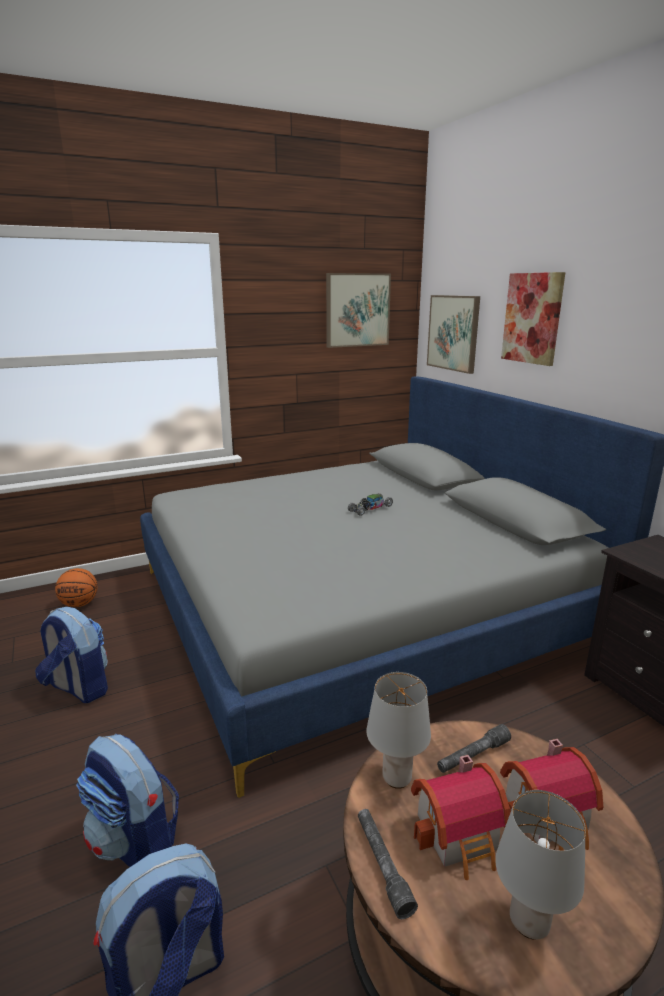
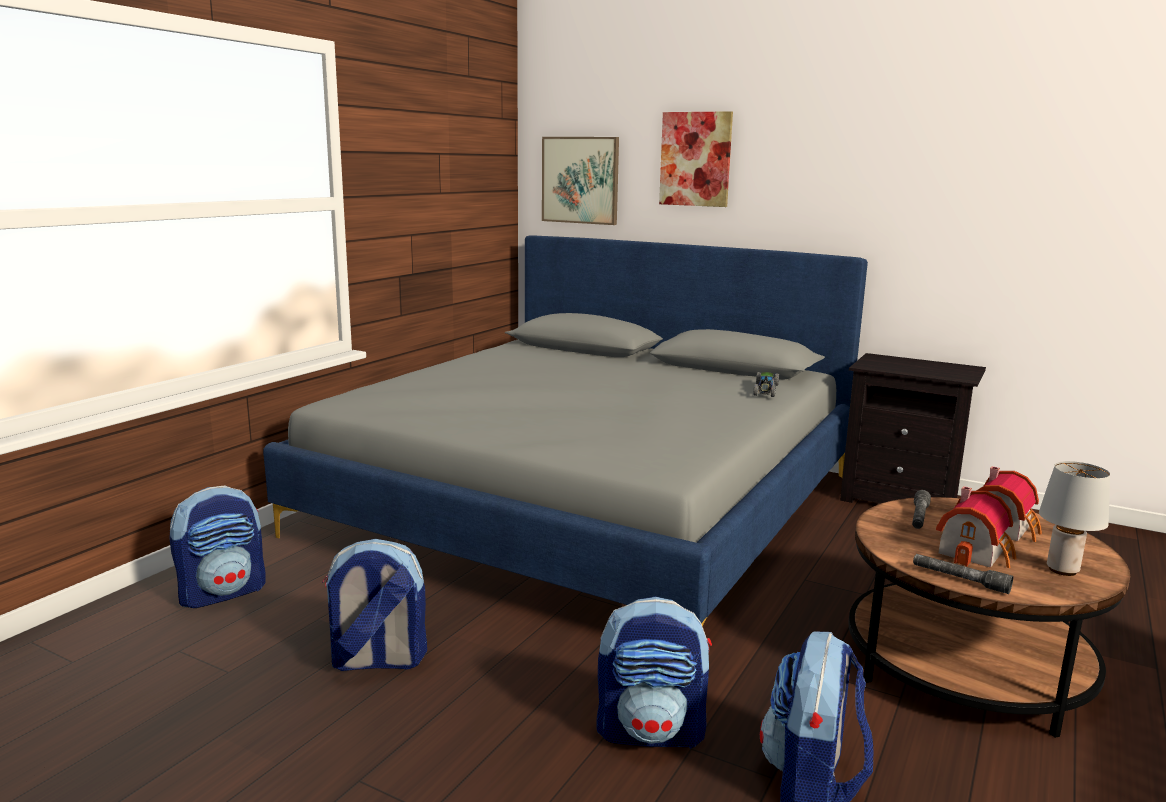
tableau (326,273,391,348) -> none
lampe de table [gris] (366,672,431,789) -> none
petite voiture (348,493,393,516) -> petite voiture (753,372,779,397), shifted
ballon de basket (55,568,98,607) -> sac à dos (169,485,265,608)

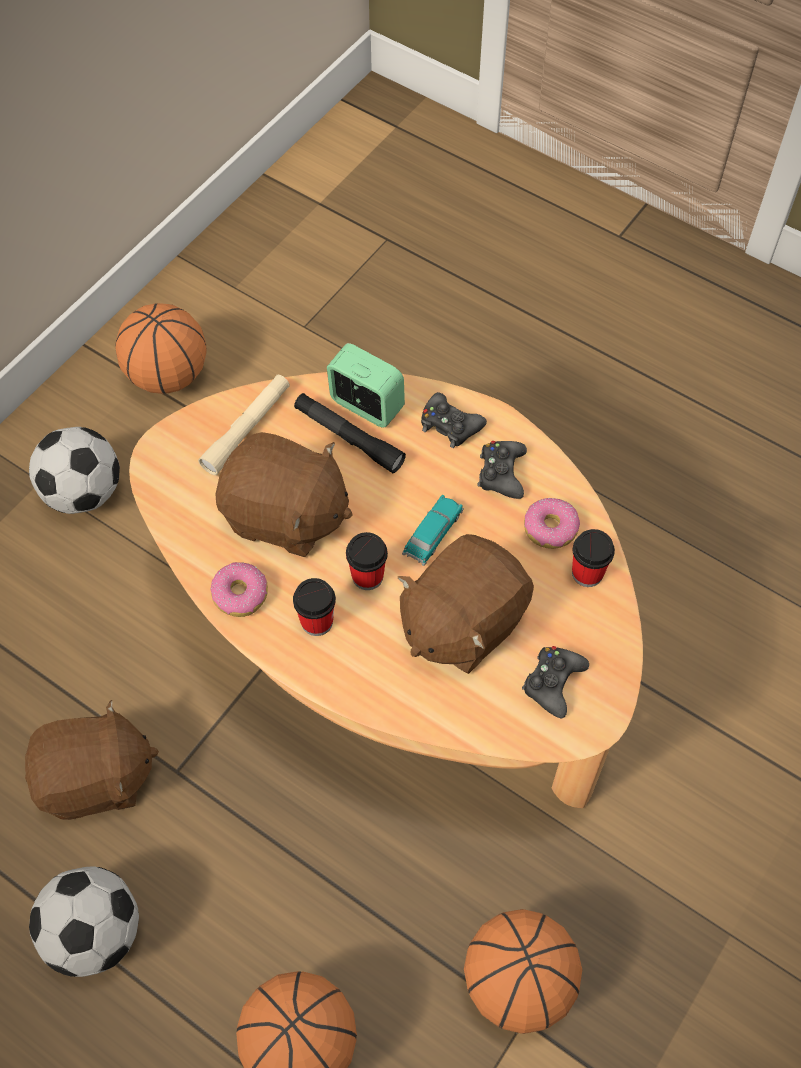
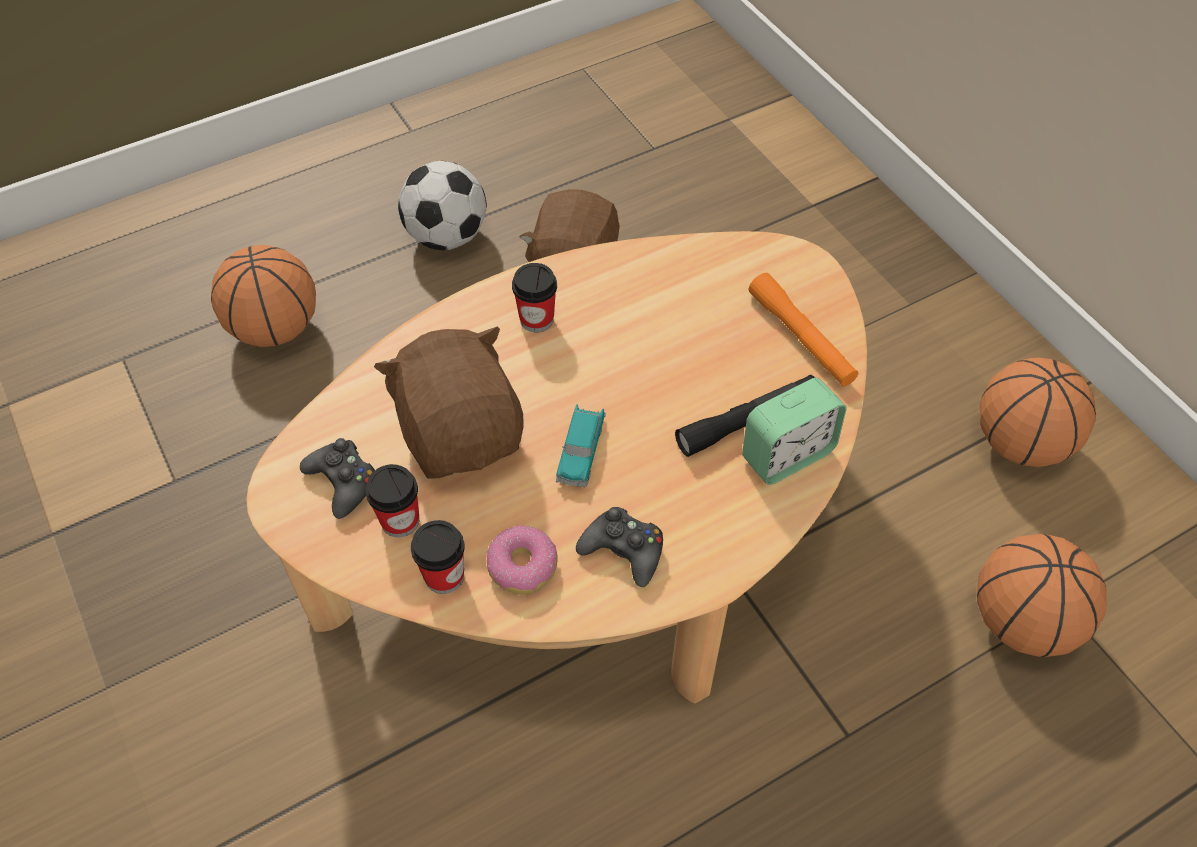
ballon de foot (29,427,120,514) -> none
beignet (211,562,268,617) -> none
peluche [marron] (215,432,353,557) -> none
manette [noir] (421,392,487,448) -> none
tasse (346,532,388,590) -> tasse (366,464,419,537), shifted
ballon de basket (464,909,582,1034) -> ballon de basket (977,534,1107,657), shifted
lampe de poche [beige] (198,375,290,475) -> lampe de poche [orange] (749,273,858,387)
petite voiture (402,495,464,566) -> petite voiture (556,404,606,488), 45 degrees clockwise

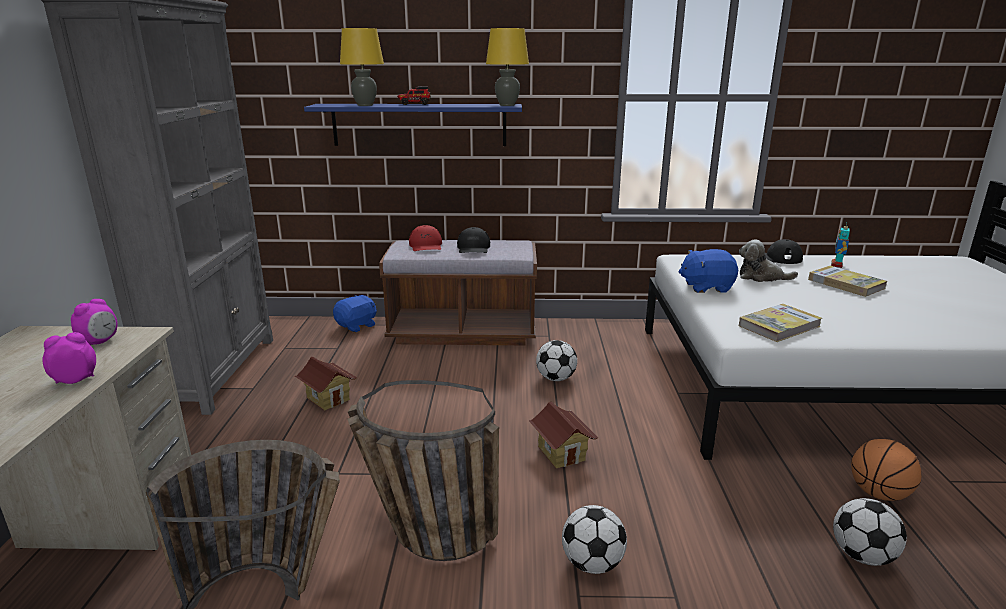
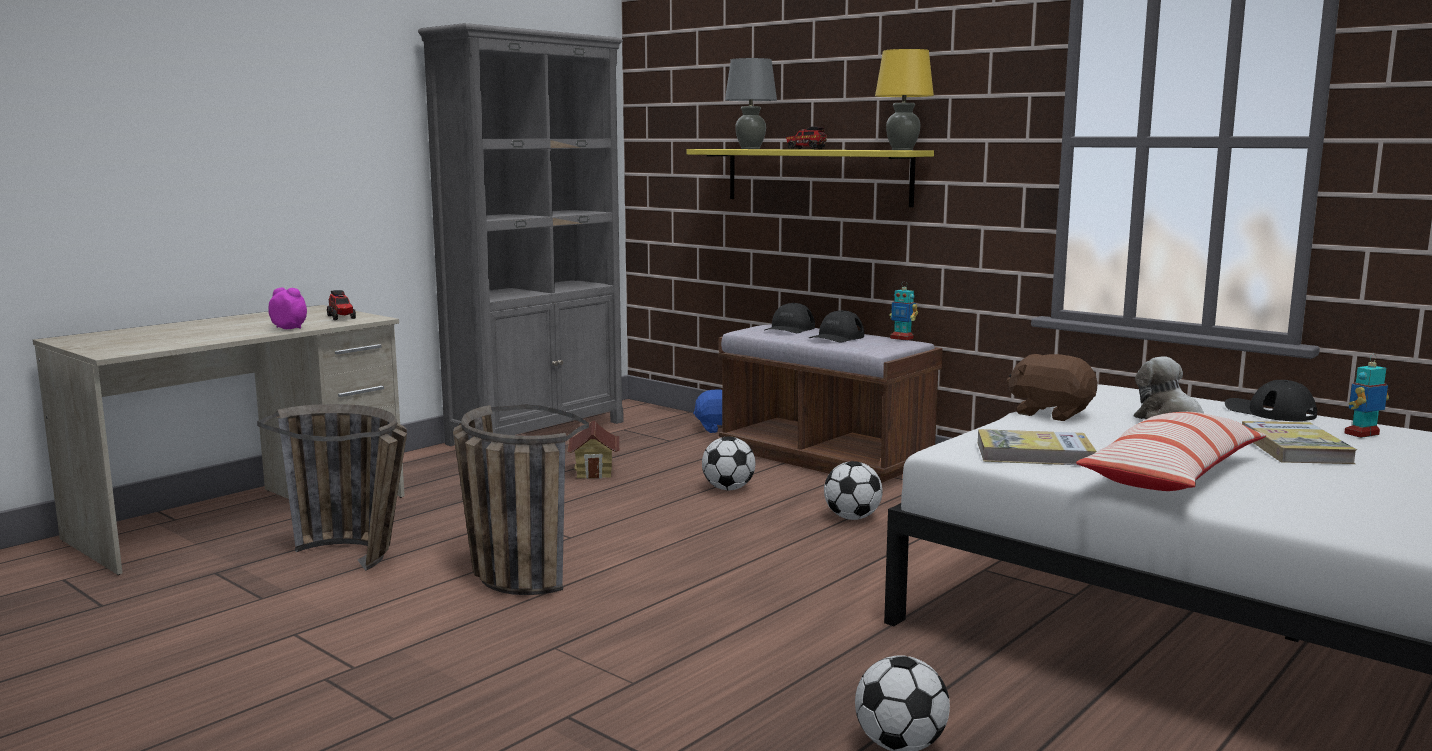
maison miniature (528,402,598,468) -> none
ballon de basket (851,439,921,501) -> none
none -> robot jouet (889,281,918,341)
none -> coussin (1076,412,1266,491)
ballon de foot (562,505,627,574) -> ballon de foot (702,437,756,490), shifted
réveil (71,299,118,345) -> camion jouet (327,290,356,320)
étagère [bleu] (304,104,522,146) -> étagère [jaune] (687,149,934,207)
lampe de table [jaune] (340,28,384,106) -> lampe de table [gris] (725,58,777,149)
casquette [rouge] (409,225,442,251) -> casquette [noir] (765,303,815,333)
peluche [bleu] (678,249,738,293) -> peluche [marron] (1006,354,1098,421)

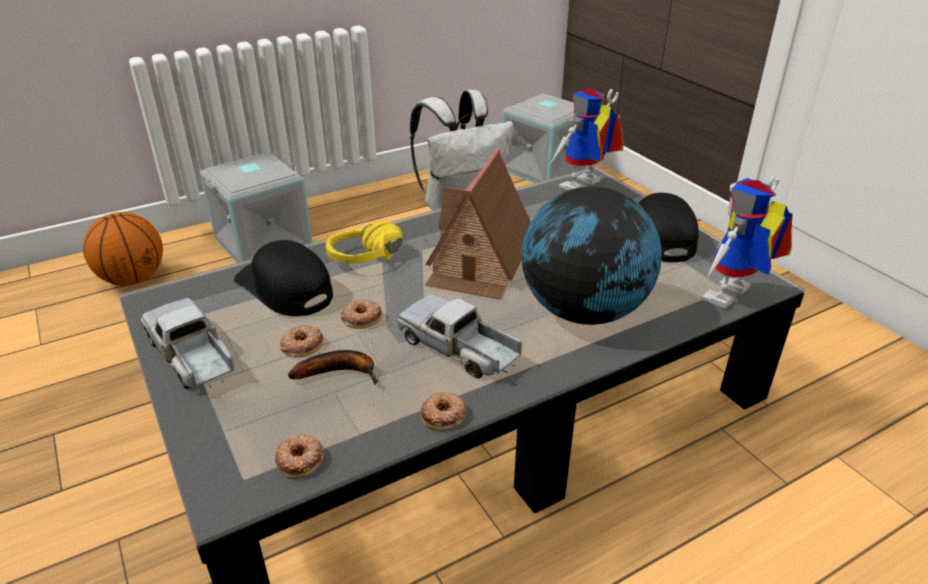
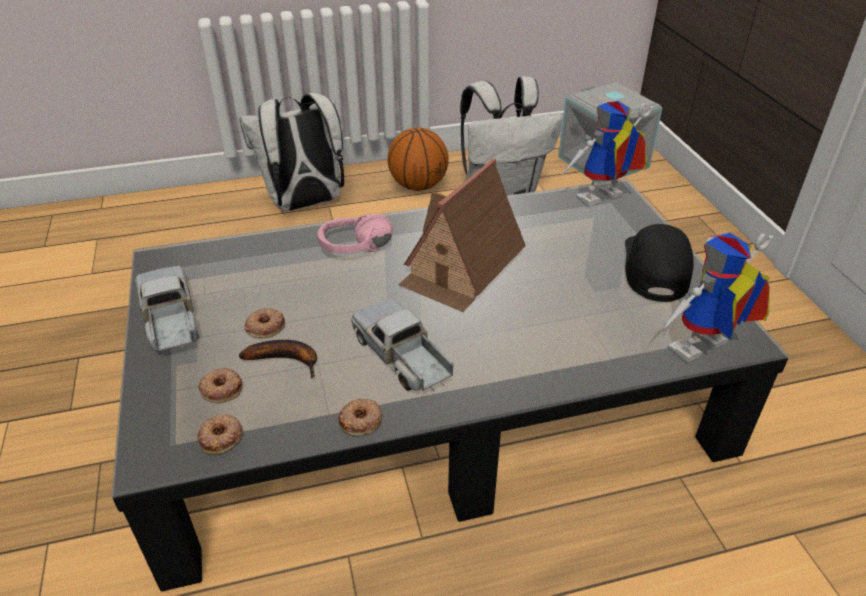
casquette [noir] (234,240,333,316) -> none
globe (522,186,662,325) -> none
ballon de basket (83,212,163,286) -> ballon de basket (387,127,449,191), shifted
beignet (341,299,382,329) -> beignet (198,368,242,403), shifted
boîte de rangement [gris] (200,152,313,263) -> sac à dos [blanc] (239,93,344,211)
casque audio [jaune] (326,221,403,264) -> casque audio [rose] (317,214,393,253)

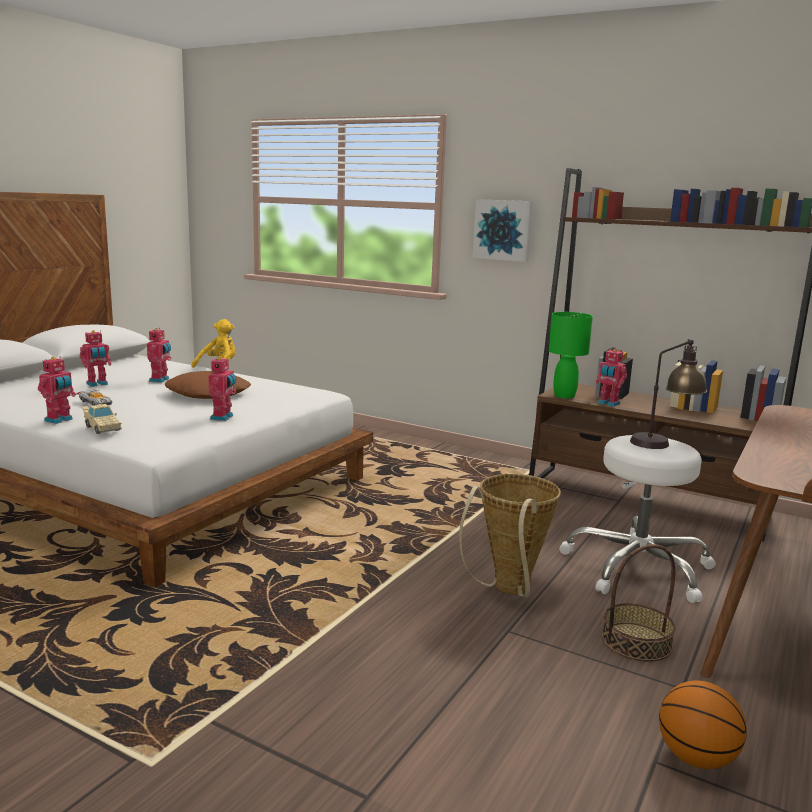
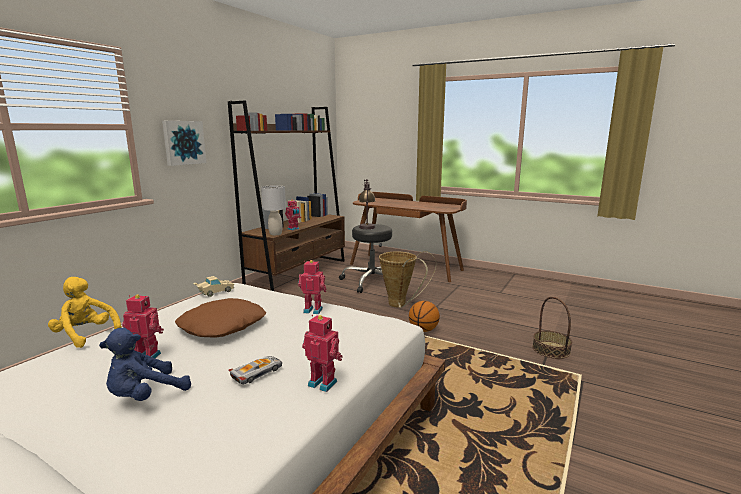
petite voiture [beige] (82,404,122,434) -> petite voiture [beige] (193,276,234,297), shifted
panier (602,544,675,662) -> panier (532,297,572,359), shifted
ballon de basket (659,680,747,769) -> ballon de basket (409,301,440,332), shifted
robot jouet (80,330,111,387) -> peluche [bleu] (99,328,191,401)
lampe de table [vert] (549,312,593,398) -> lampe de table [gris] (261,185,286,235)
tabouret [blanc] (559,435,716,603) -> tabouret [noir] (339,224,392,293)

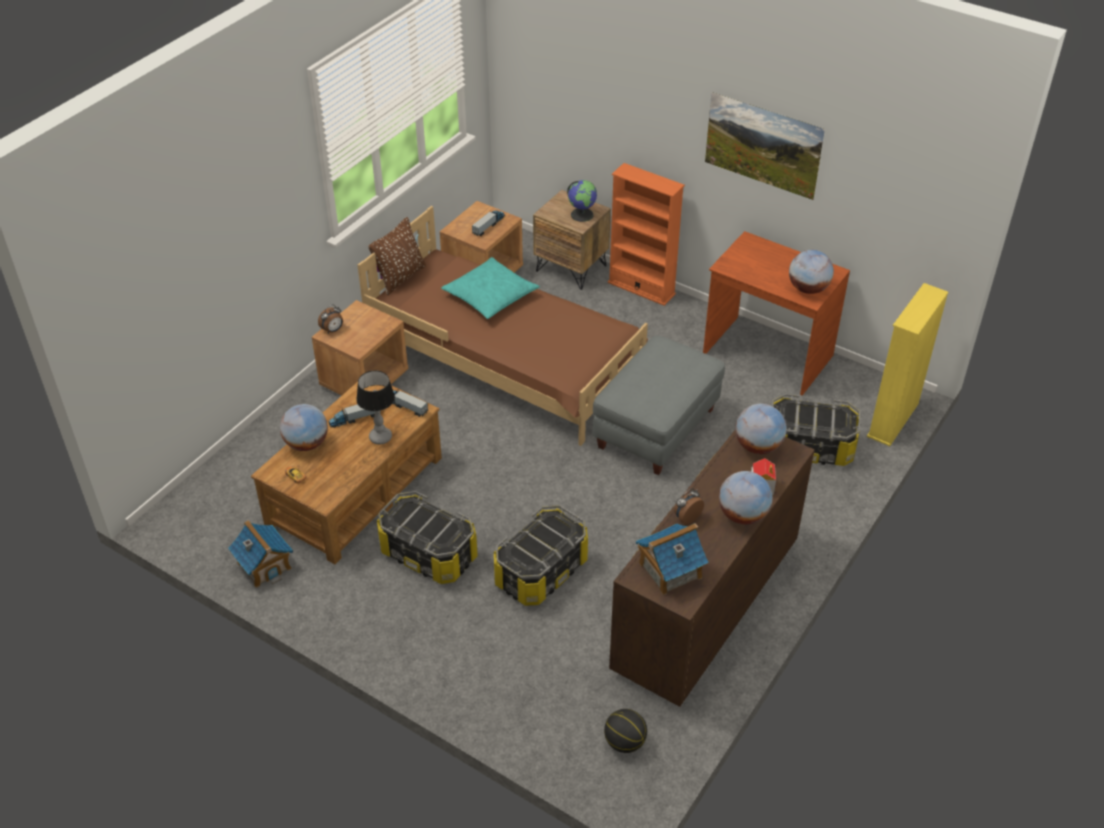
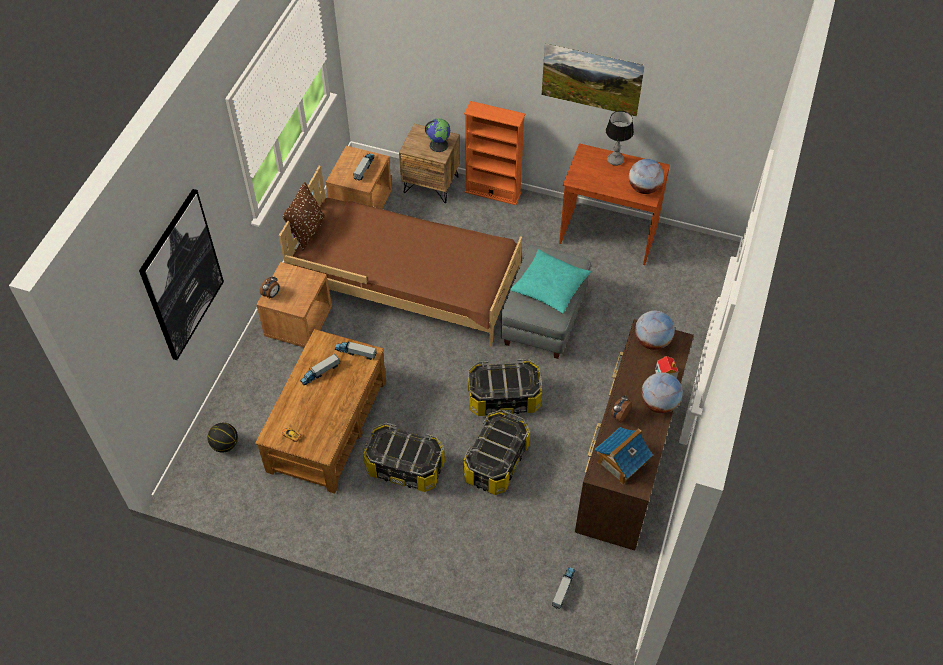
maison miniature (228,520,293,588) -> none
globe (280,404,328,451) -> none
bibliothèque [jaune] (867,283,948,446) -> none
none -> tableau (139,189,224,360)
none -> camion jouet (552,567,575,609)
lampe de table (356,370,395,445) -> lampe de table (606,111,634,166), shifted
coussin [turquoise] (441,257,540,319) -> coussin [turquoise] (510,249,591,314), shifted
ballon de basket (604,709,647,753) -> ballon de basket (208,423,238,452), shifted
boîte de rangement (772,394,860,466) -> boîte de rangement (468,359,542,416), shifted

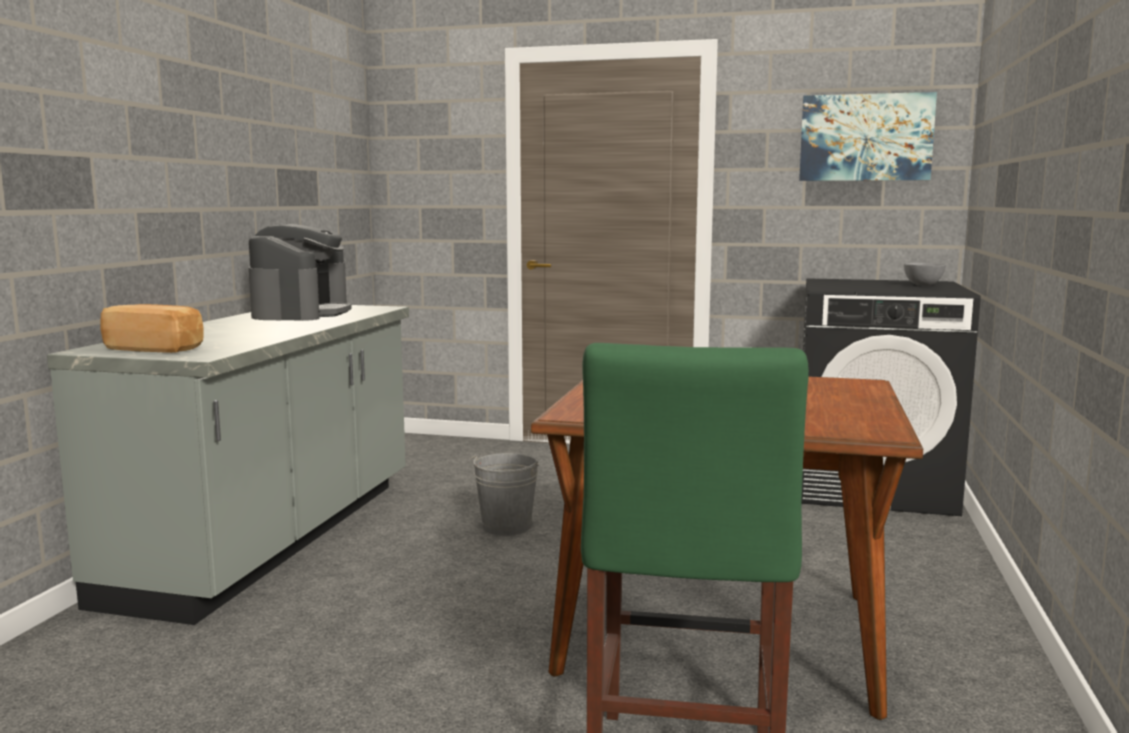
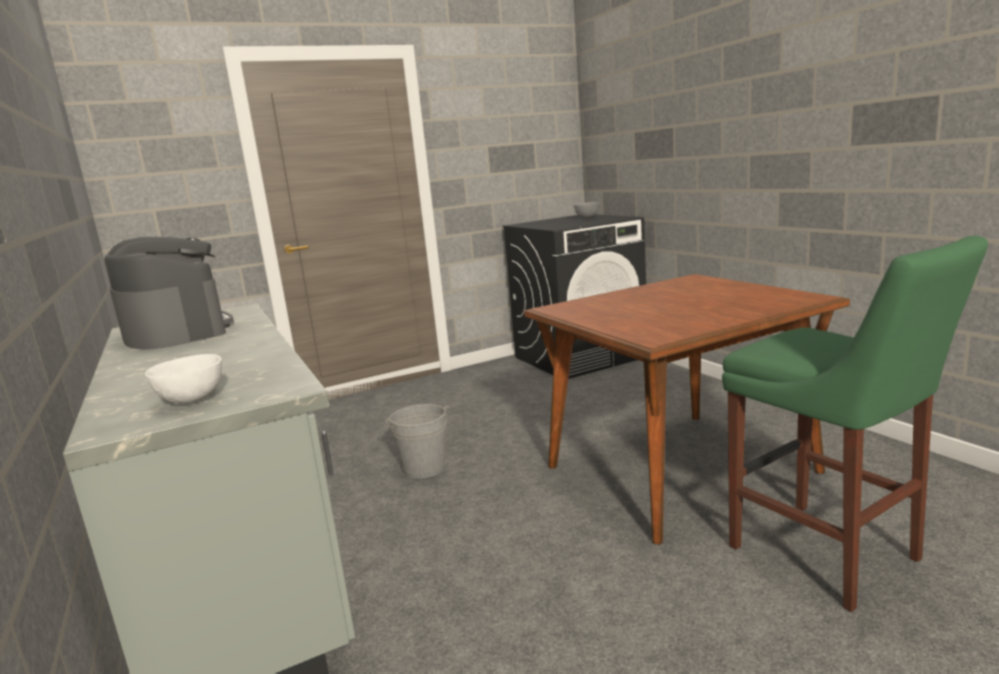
tableau (799,92,937,181) -> none
pain (100,304,204,353) -> bol [blanc] (145,354,222,404)

